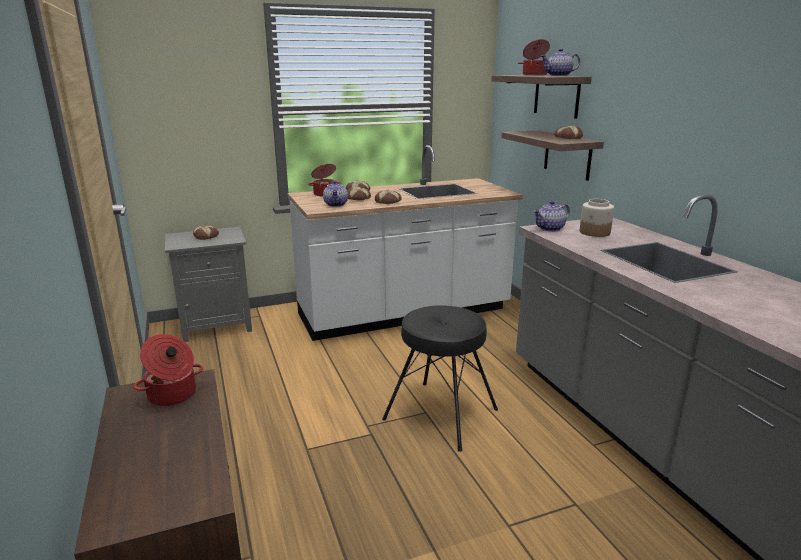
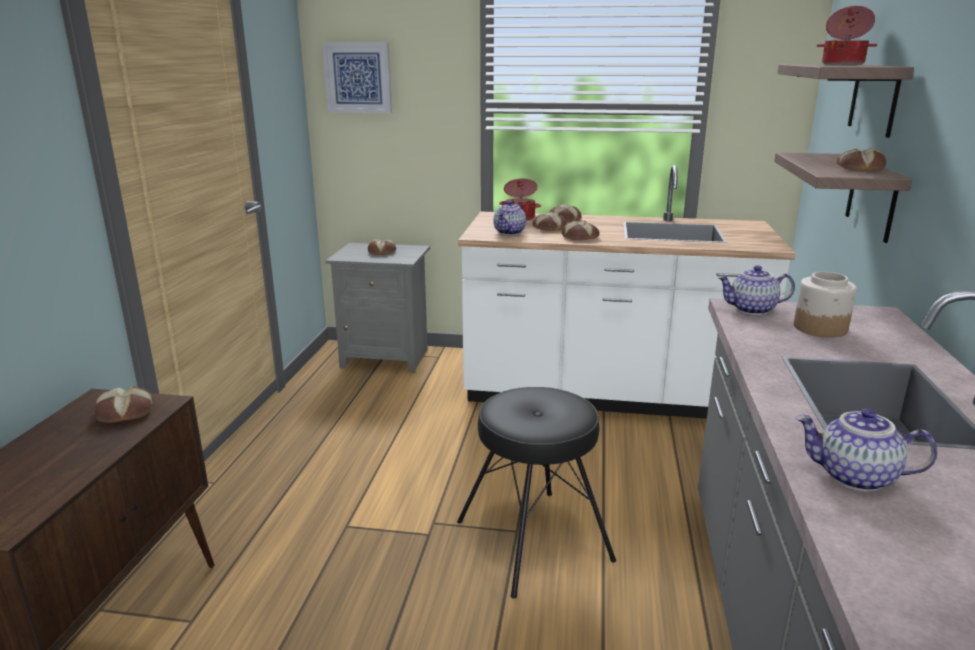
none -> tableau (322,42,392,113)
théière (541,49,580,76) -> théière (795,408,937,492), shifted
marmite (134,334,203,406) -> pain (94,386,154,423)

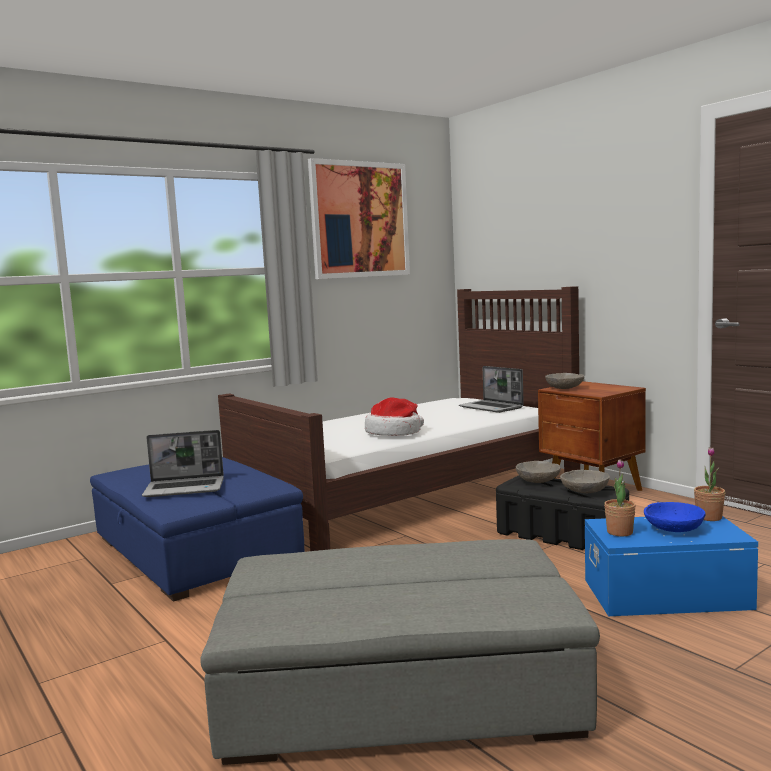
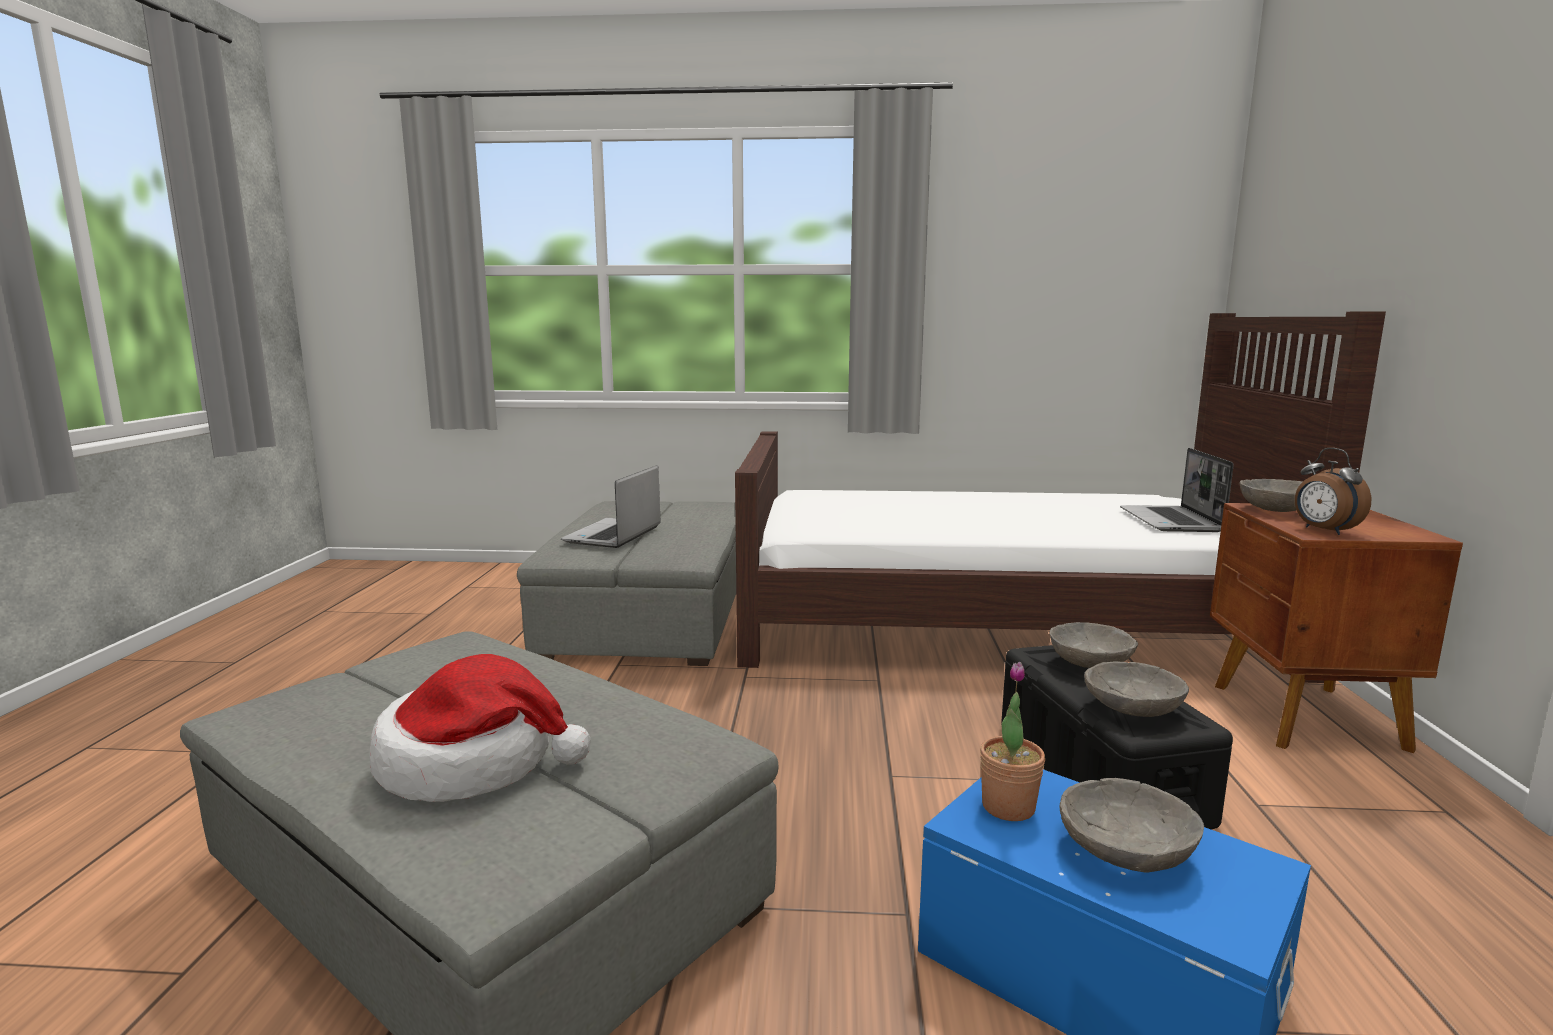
tableau (308,158,410,279) -> none
plante en pot (694,447,725,521) -> none
none -> réveil (1295,448,1371,535)
chapeau (365,397,424,436) -> chapeau (370,654,591,802), shifted
pouf [bleu] (90,457,304,602) -> pouf [gris] (517,501,736,666)
bol [bleu] (644,502,706,532) -> bol [gris] (1060,778,1204,873)
ordinateur portable (142,430,224,497) -> ordinateur portable (561,465,661,548), 75 degrees clockwise

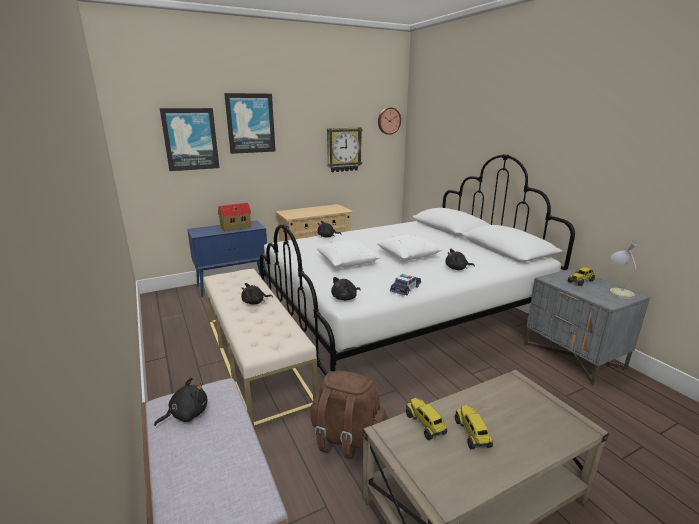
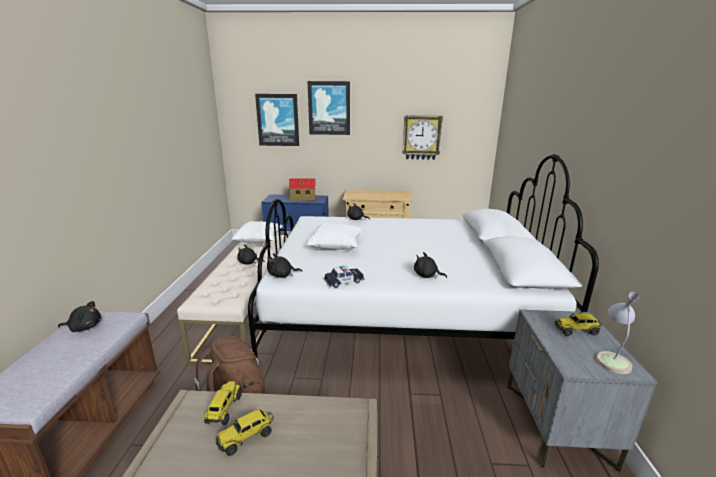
horloge murale (378,108,401,135) -> none
coussin [blanc] (376,234,444,260) -> coussin [blanc] (232,221,283,243), shifted
camion jouet (455,405,493,449) -> camion jouet (216,409,274,456), 150 degrees counterclockwise

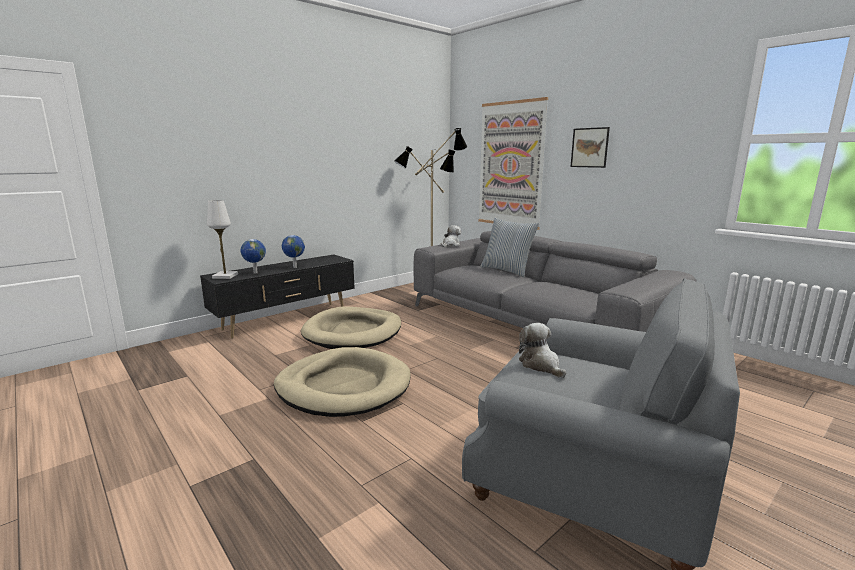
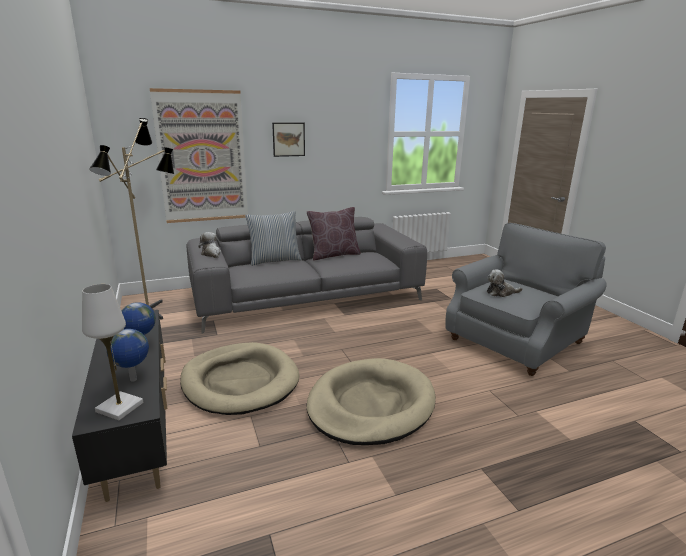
none -> coussin [marron] (307,207,361,261)

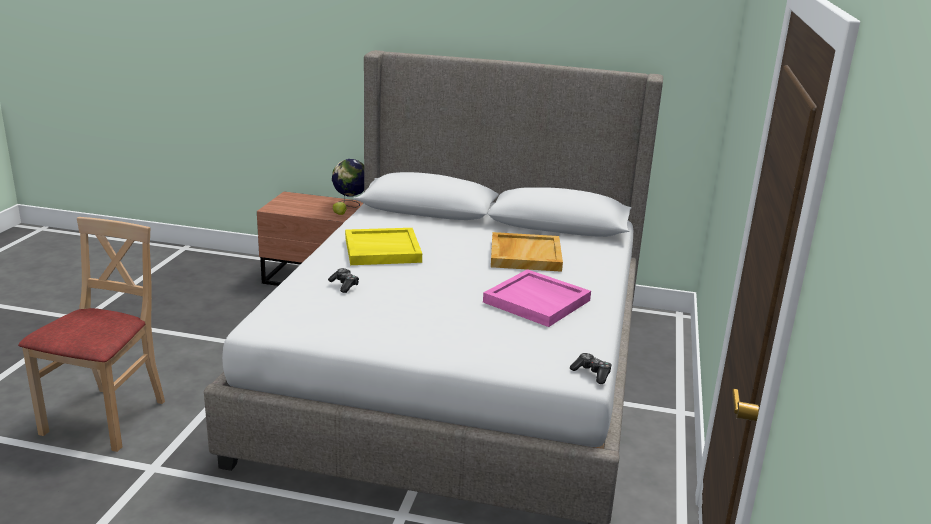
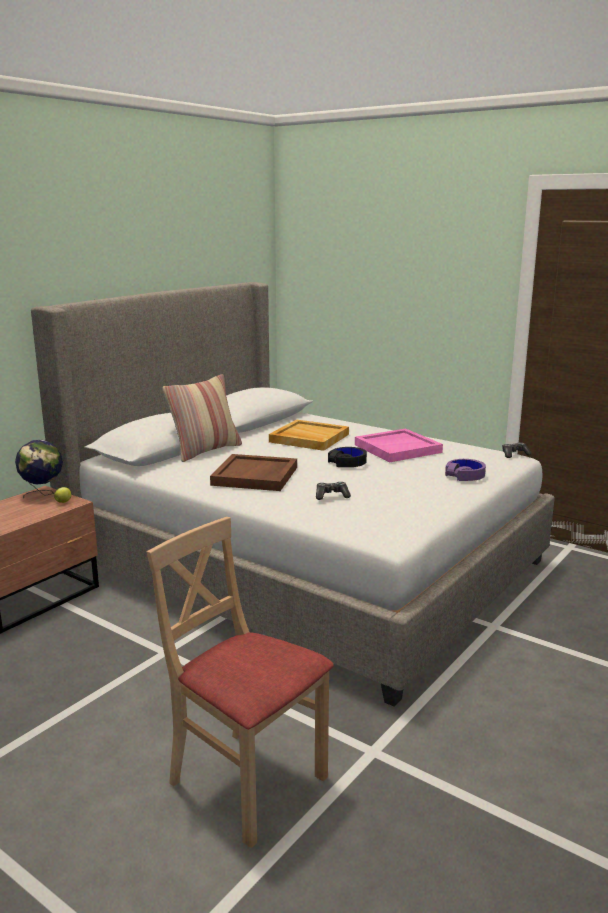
none -> coussin (162,374,242,462)
none -> casque audio [noir] (328,447,367,467)
none -> casque audio [violet] (445,459,486,481)
plateau [jaune] (345,228,422,265) -> plateau [marron] (210,454,297,491)

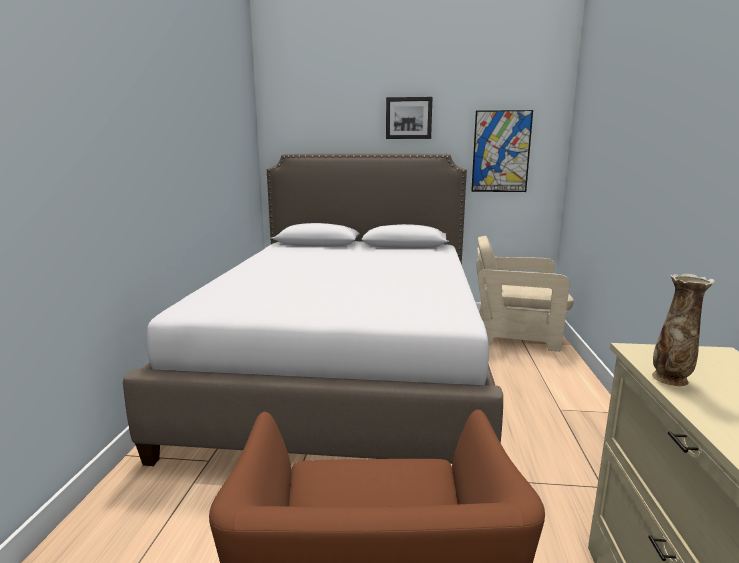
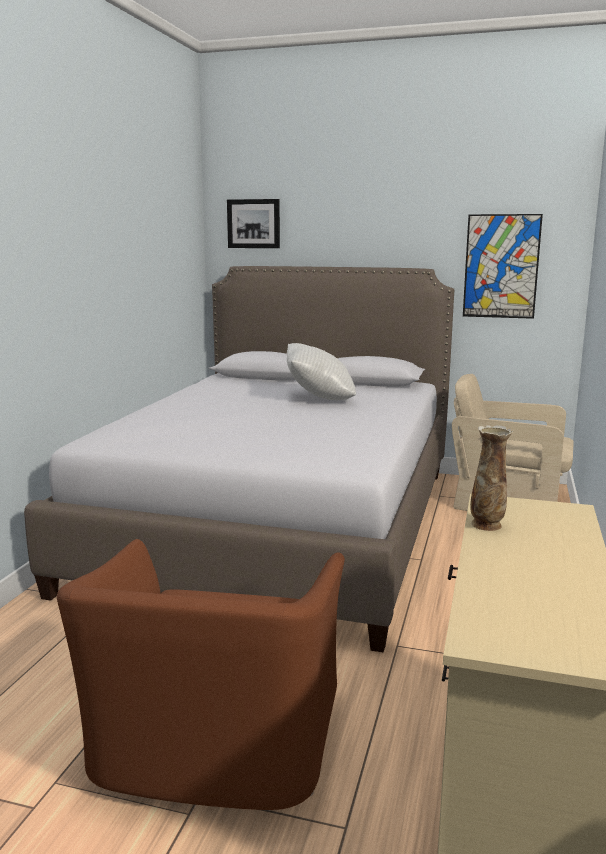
none -> coussin [blanc] (287,343,356,400)
tableau (386,97,433,139) -> tableau (227,199,280,248), shifted

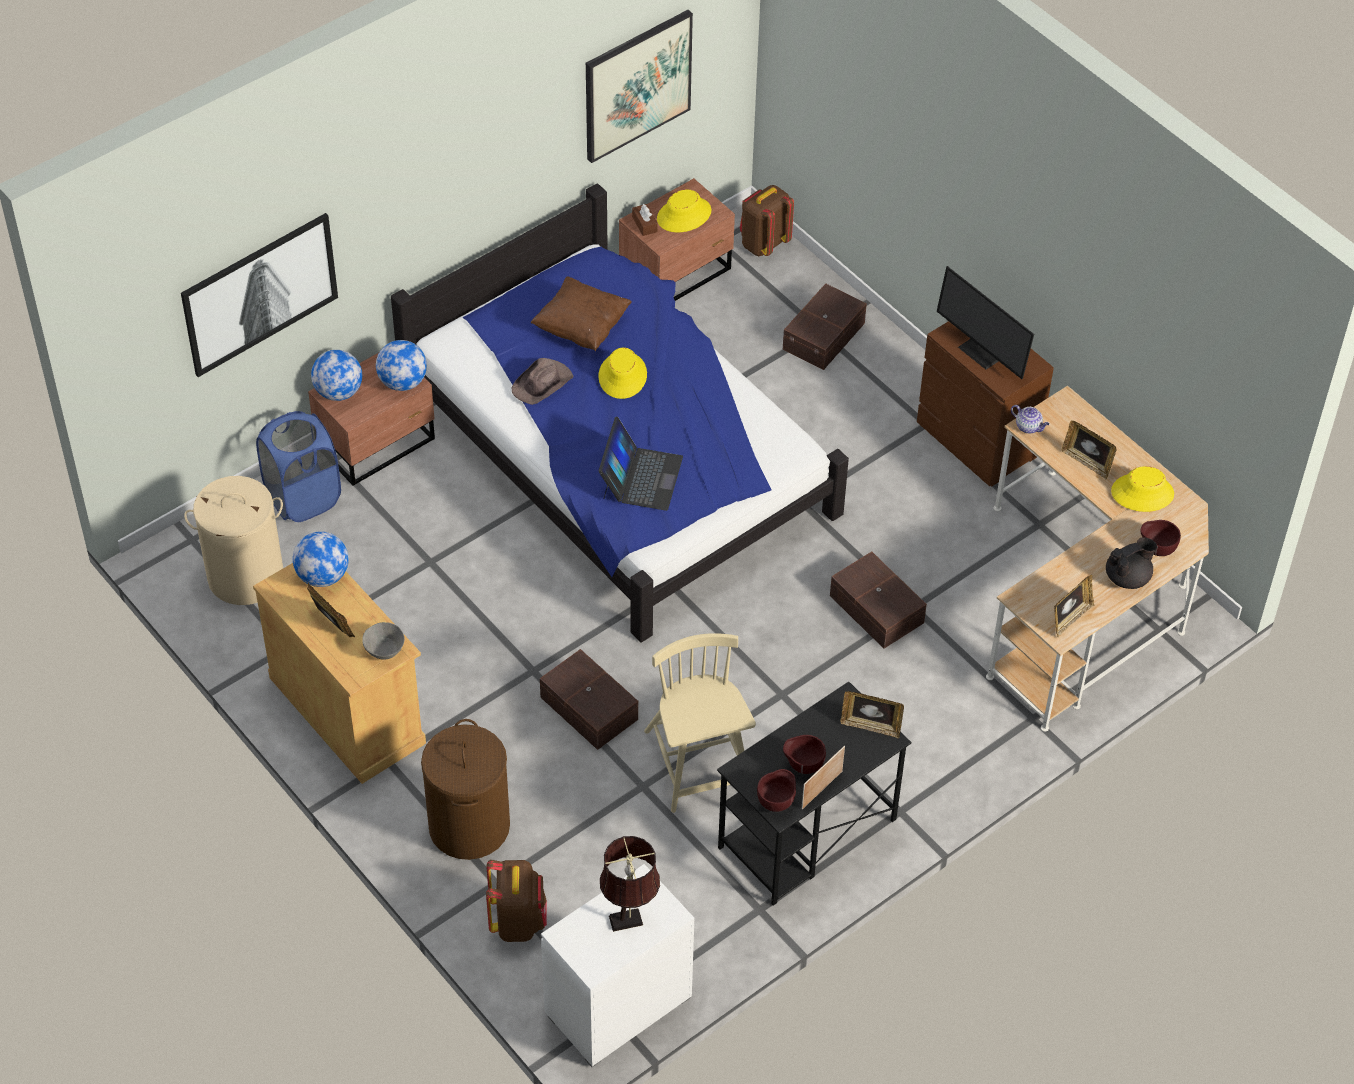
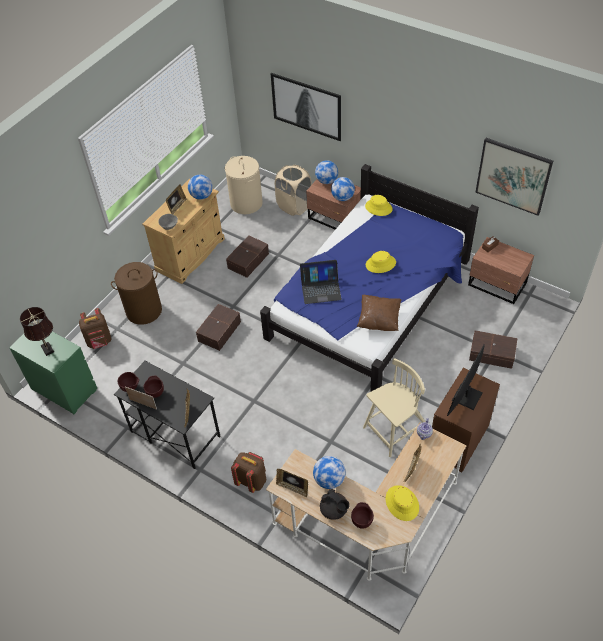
chapeau [marron] (512,358,573,405) -> none
none -> globe (313,456,346,489)
coussin [marron] (530,277,632,351) -> coussin [marron] (357,295,401,331), shifted
chaise [beige] (644,633,756,813) -> chaise [beige] (363,358,426,457), shifted
chapeau [jaune] (657,190,711,232) -> chapeau [jaune] (365,195,393,216), shifted
sac à dos [marron] (740,185,794,256) -> sac à dos [marron] (231,452,266,493), shifted
boîte de rangement [marron] (830,551,927,649) -> boîte de rangement [marron] (226,235,269,278), shifted
panier à linge [bleu] (256,411,341,522) -> panier à linge [beige] (275,165,312,216)
commode [blanc] (541,864,694,1067) -> commode [vert] (9,325,97,414)

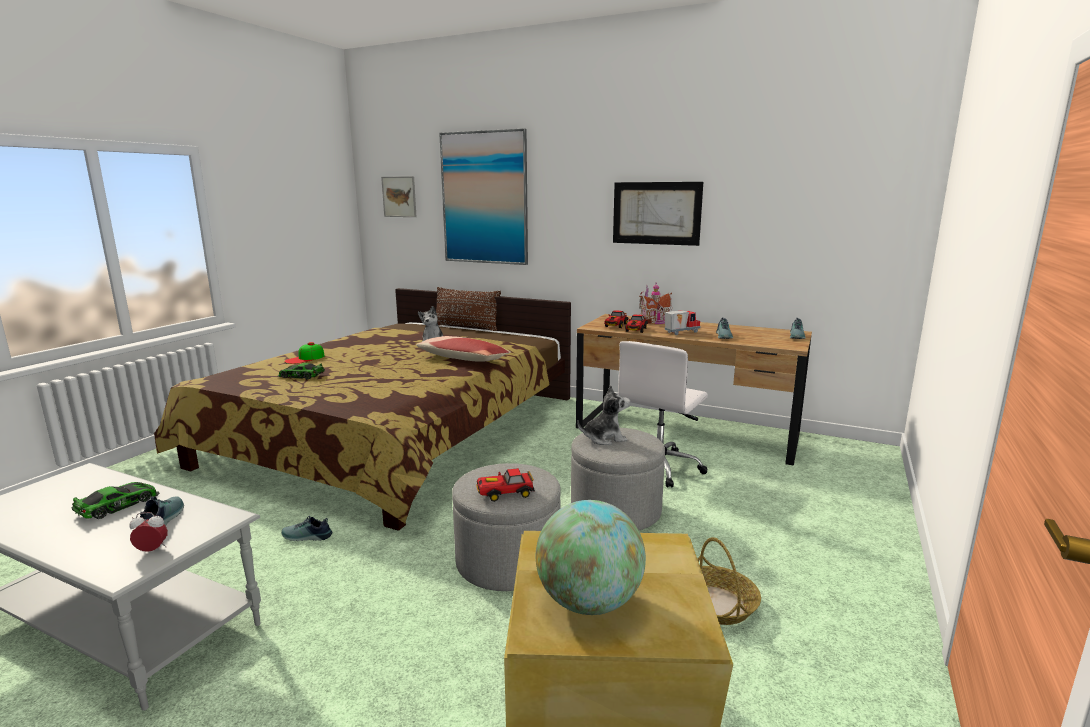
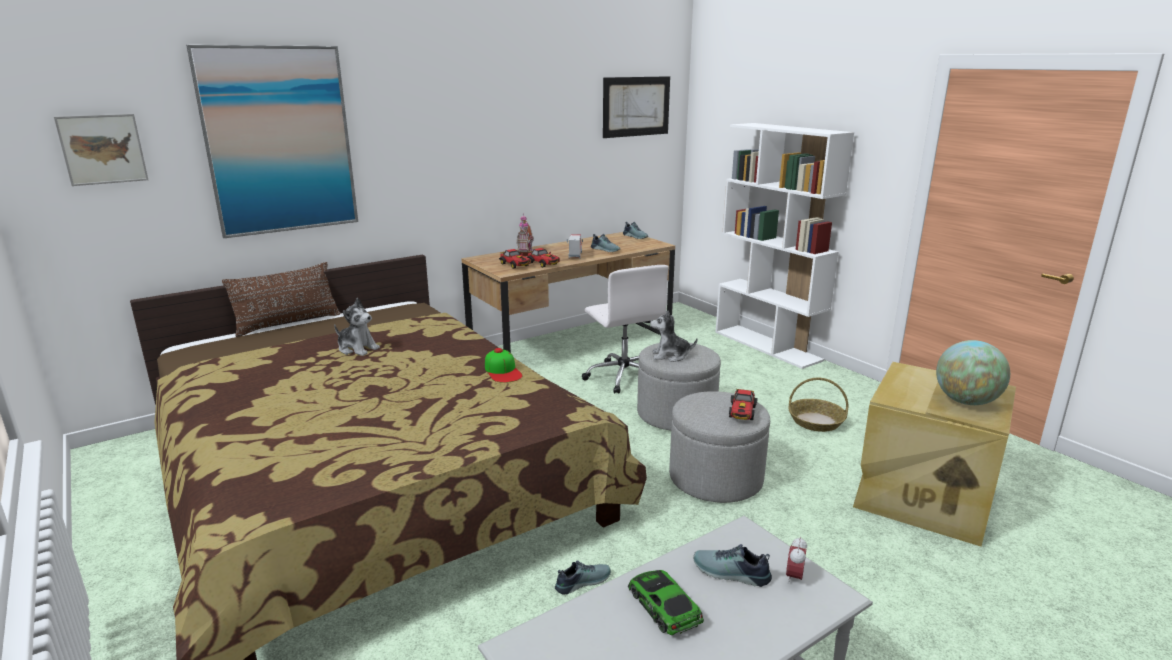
petite voiture (278,363,325,380) -> none
coussin (416,336,511,362) -> none
none -> bibliothèque [blanc] (715,123,854,369)
casquette (284,342,325,364) -> casquette (485,348,522,383), shifted
tableau (613,182,703,246) -> tableau (603,76,670,138), shifted
chaussure (281,516,332,541) -> chaussure (555,561,611,595), 150 degrees counterclockwise
peluche (577,385,630,445) -> peluche (650,311,697,362), 105 degrees counterclockwise

